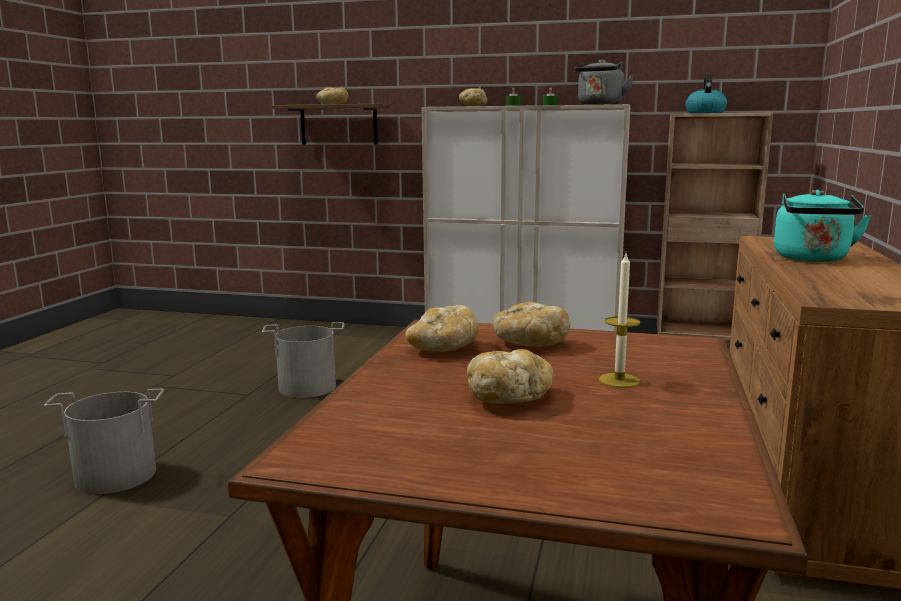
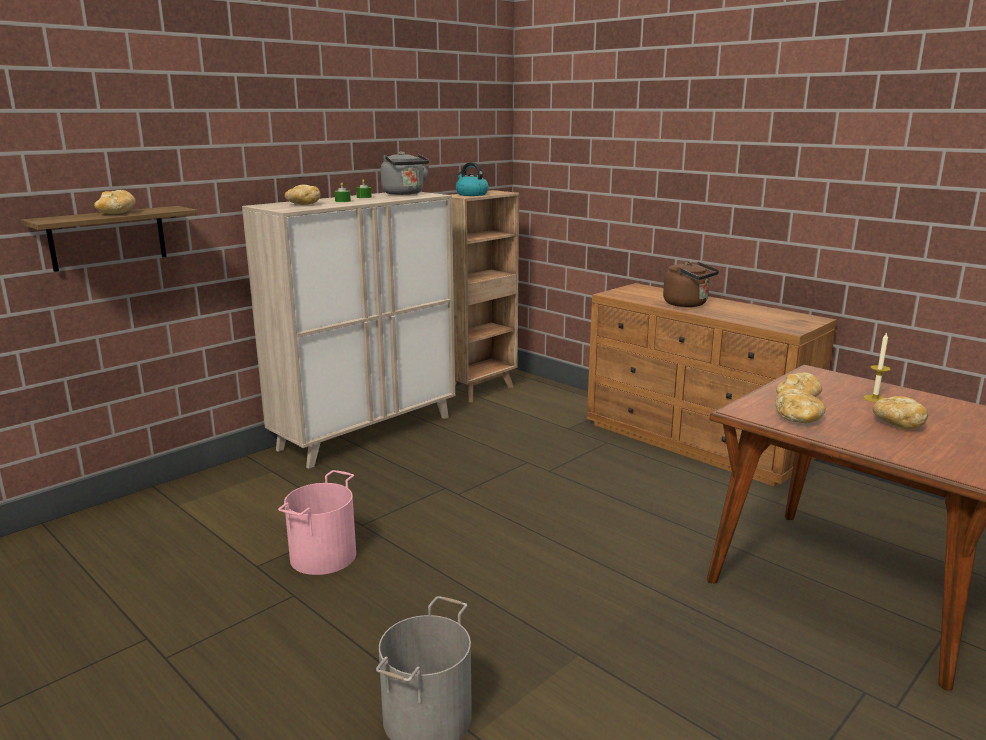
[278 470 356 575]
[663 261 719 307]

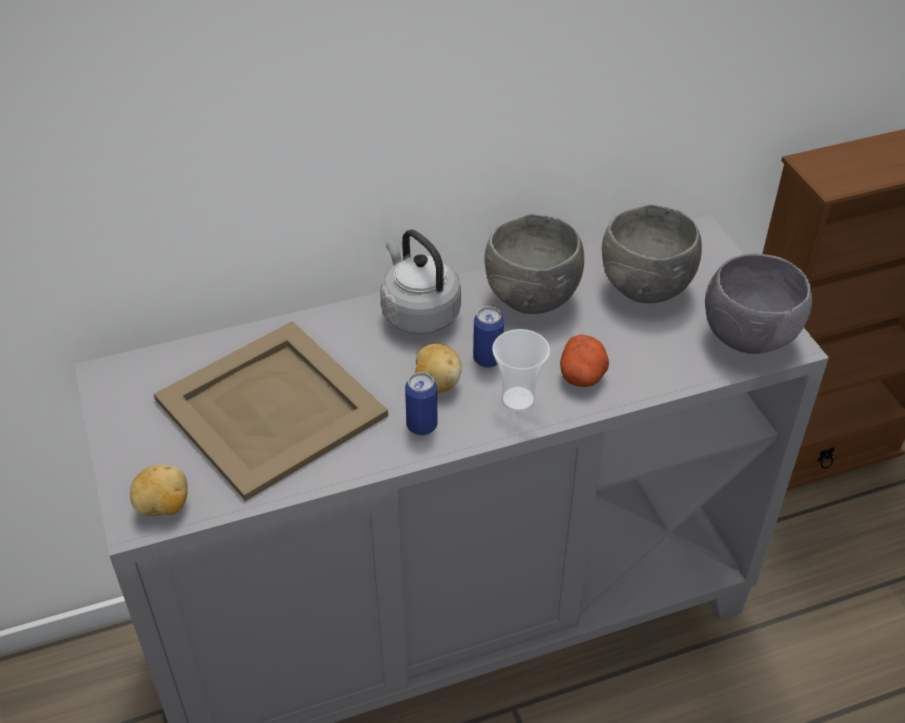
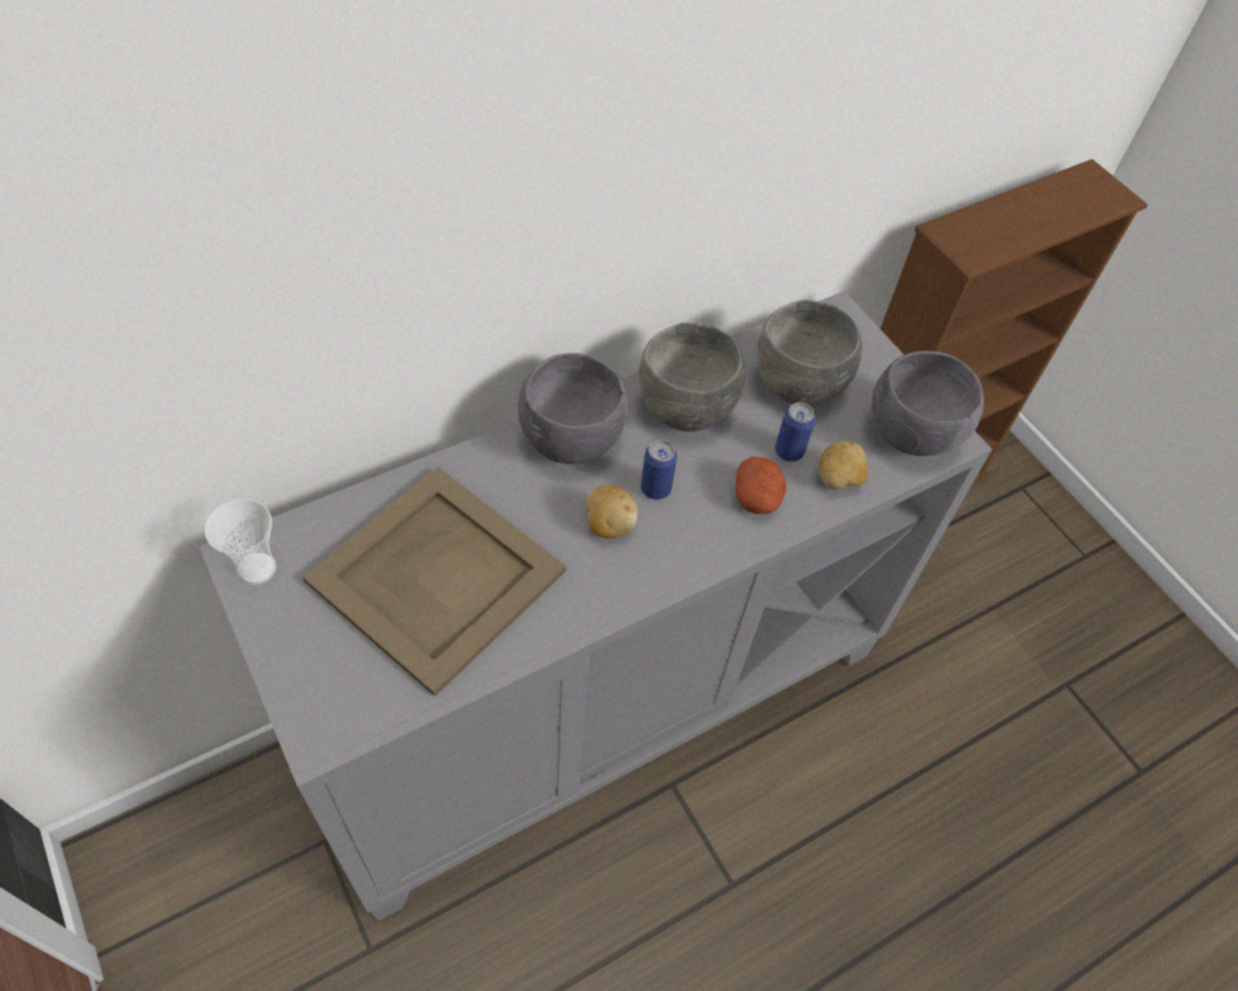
[204 499 277 585]
[518 353 628 464]
[775 402 816 462]
[819 441 868 489]

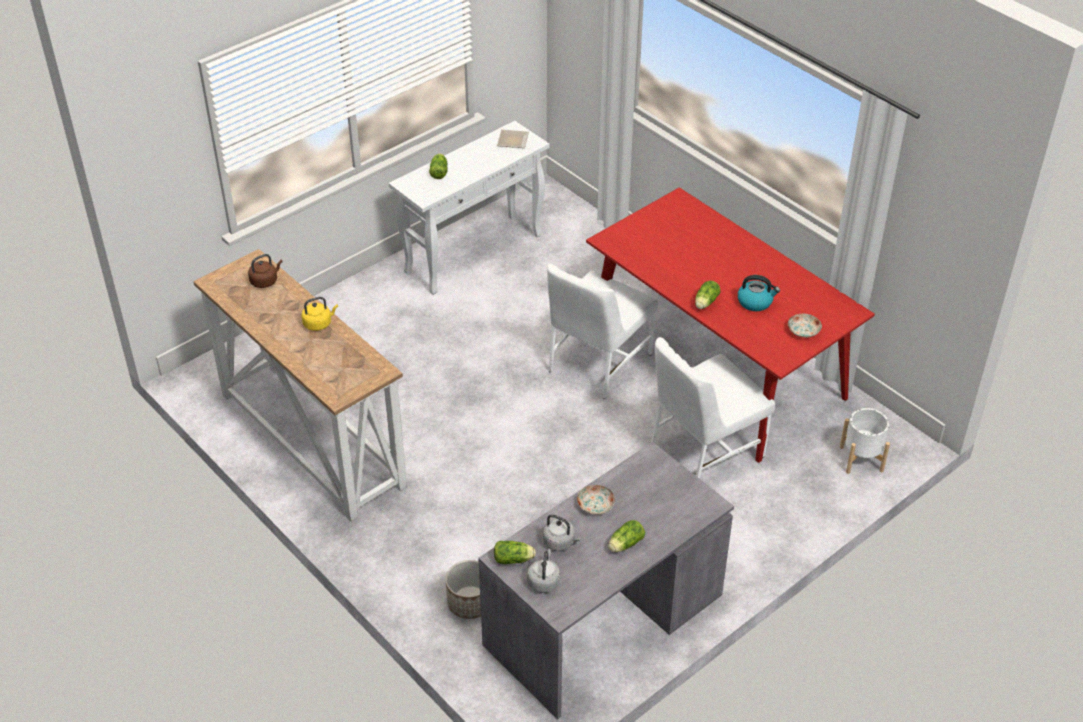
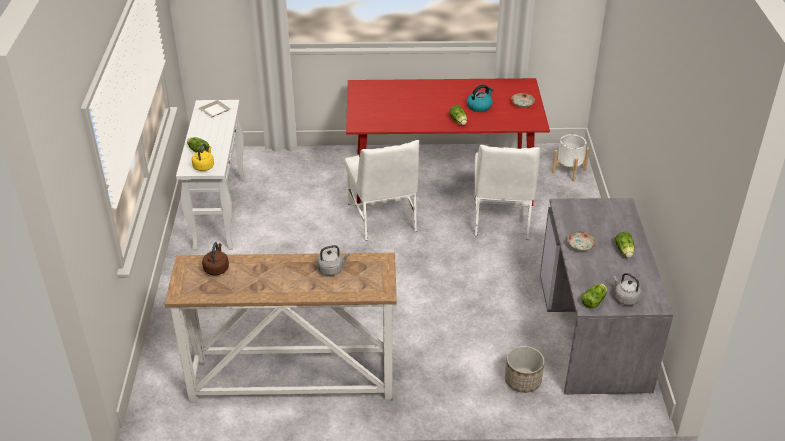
[192 143 214 171]
[317 245 350 276]

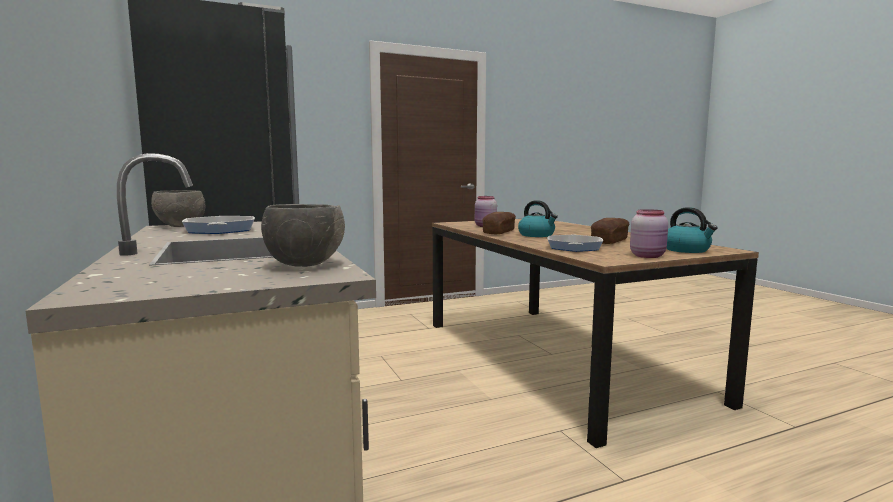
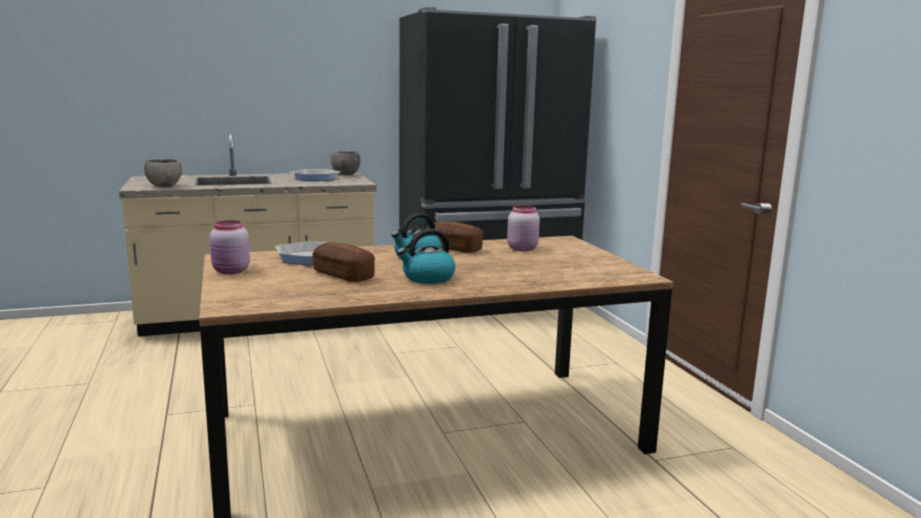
[397 229 456 284]

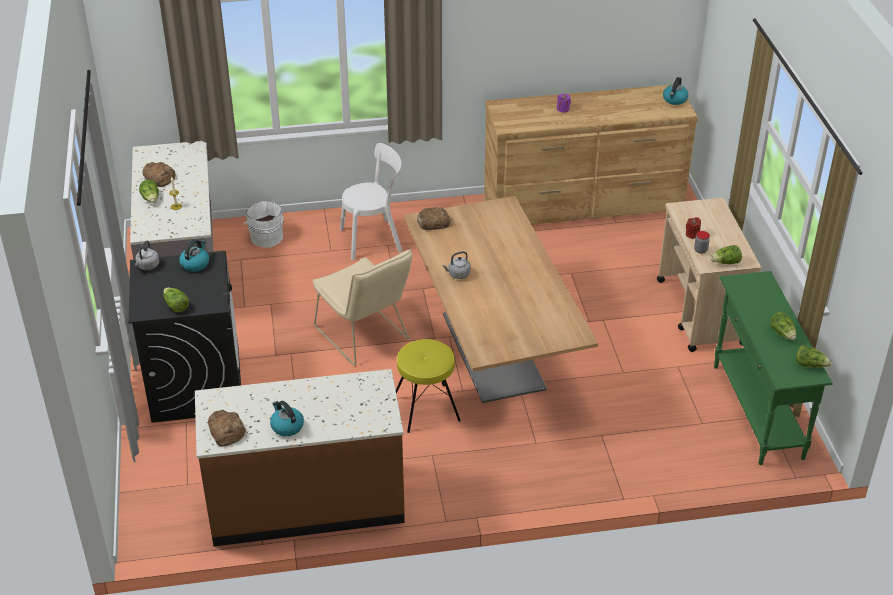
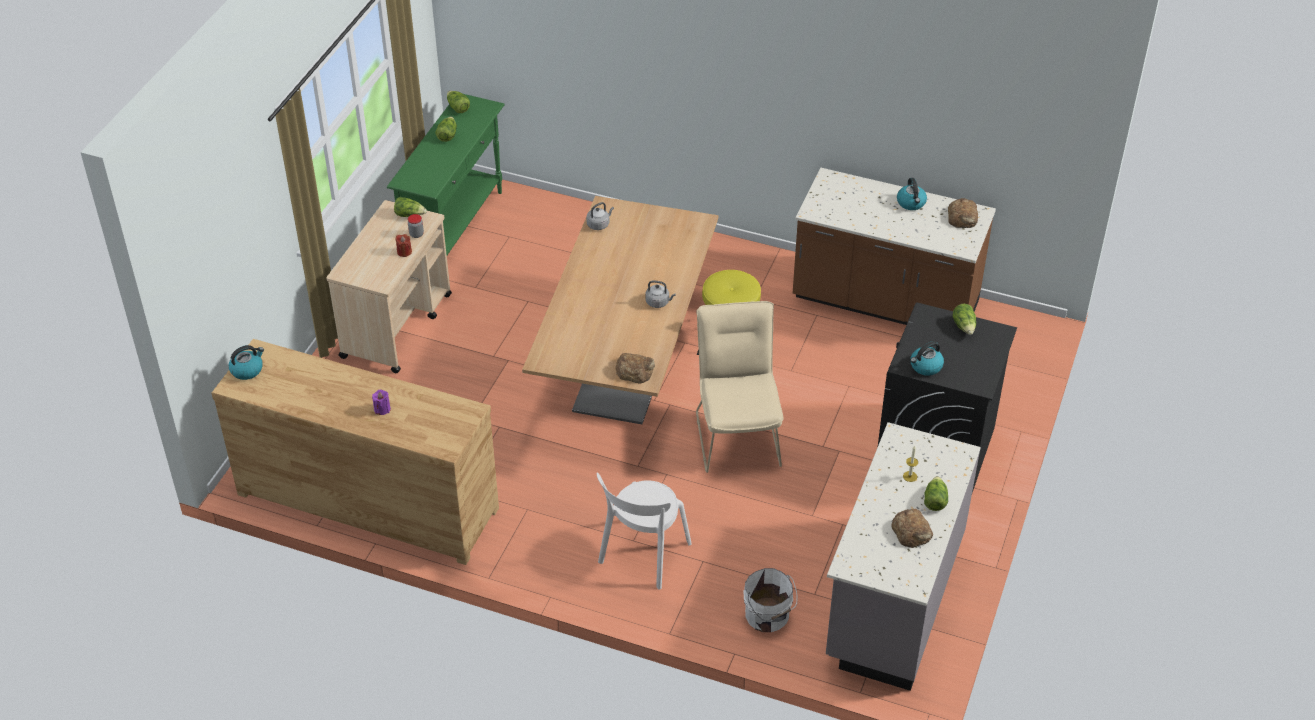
[586 202 614 230]
[597 472 692 590]

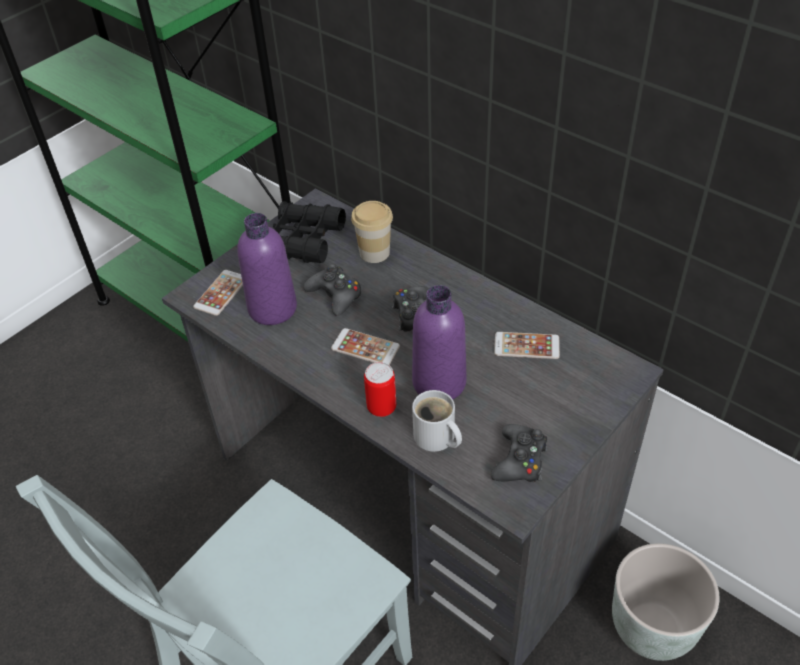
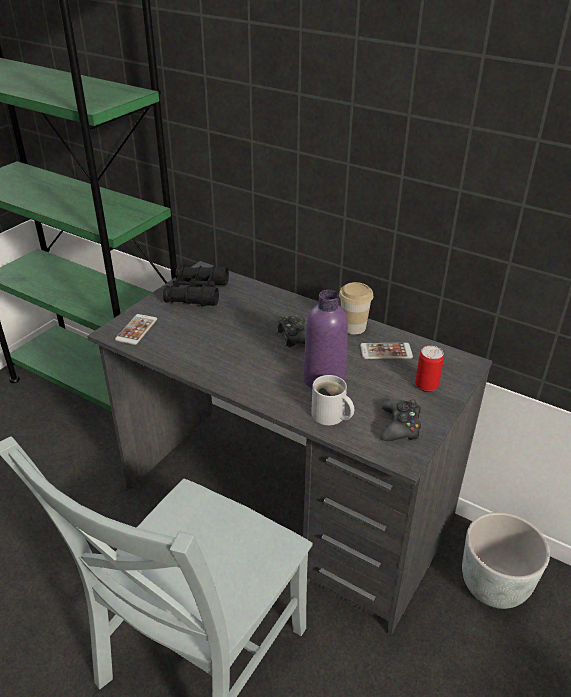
[339 282 373 334]
[415 346 444 392]
[237 213 297 325] (first image)
[304 263 362 316] (first image)
[331 328 400 365] (first image)

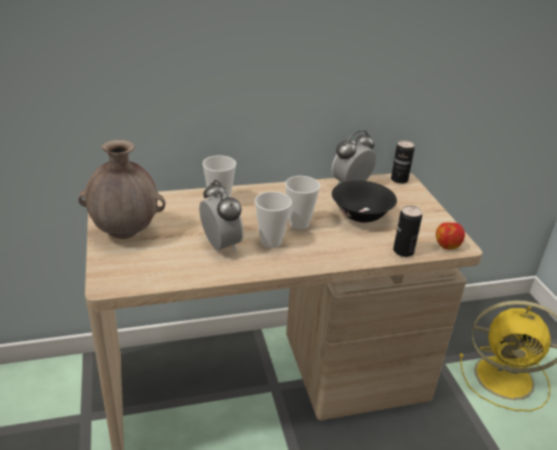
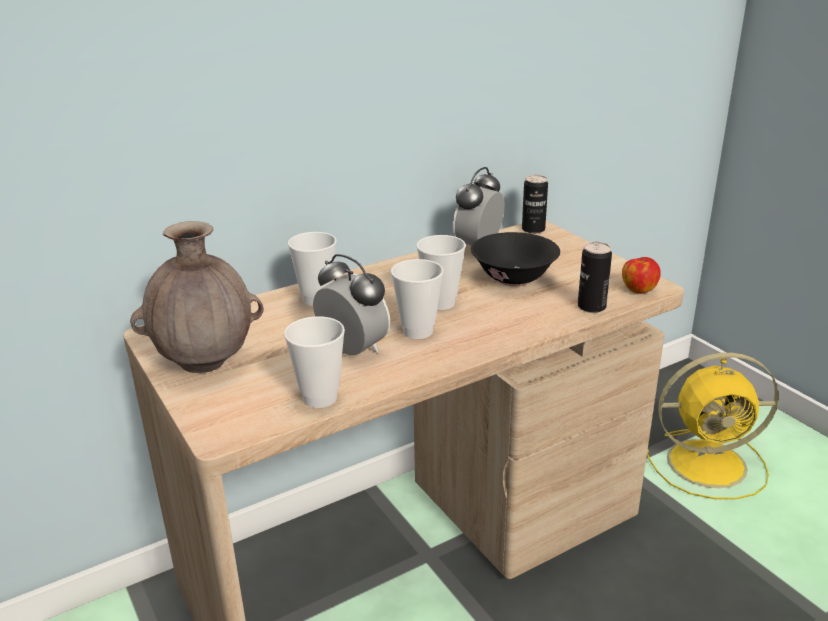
[284 316 345 408]

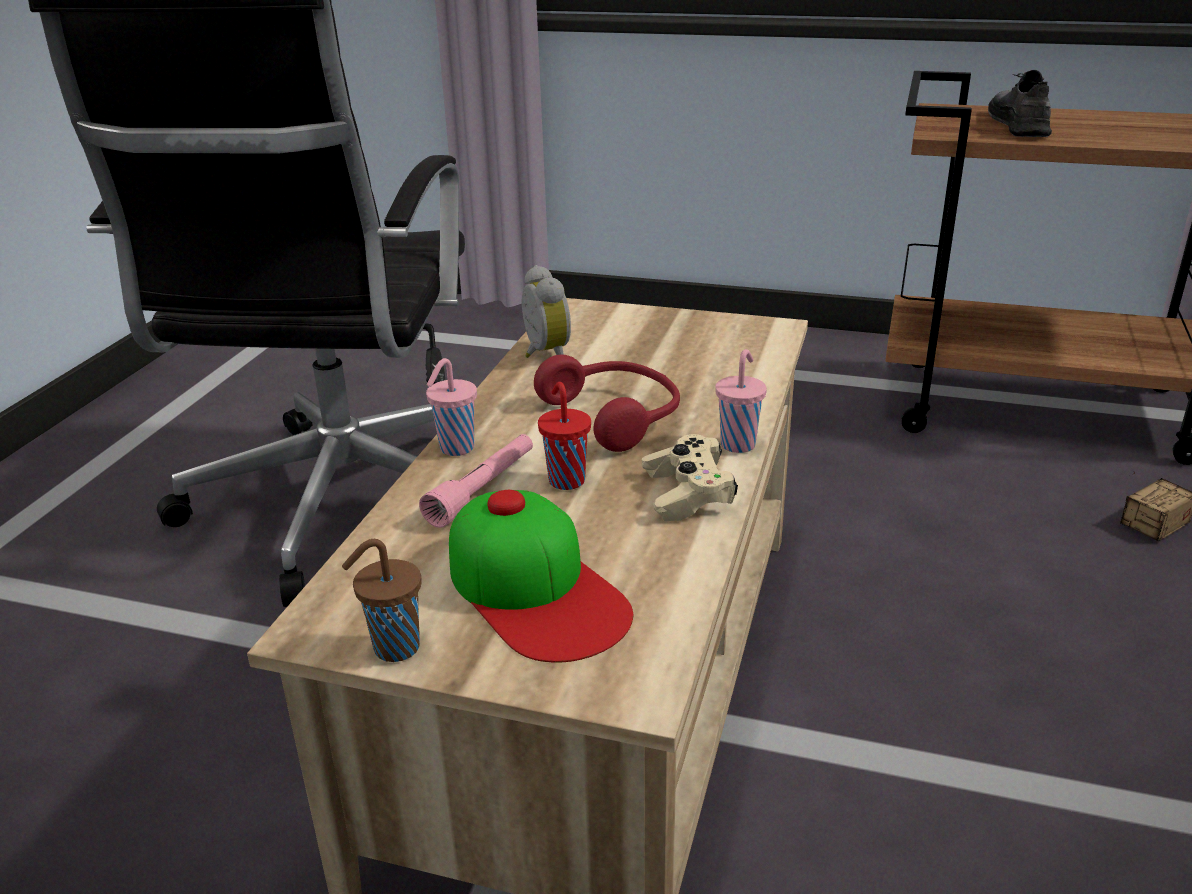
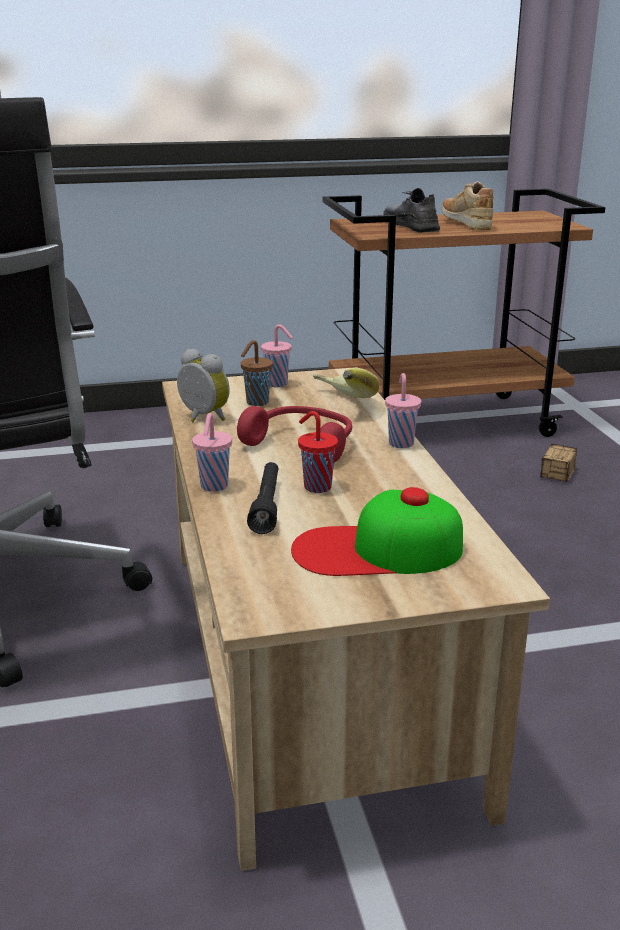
[241 340 273 406]
[247 462 278 534]
[261 324 293 387]
[291 487 463 576]
[313 368 380 398]
[442 181 494 230]
[642 434 738 521] (first image)

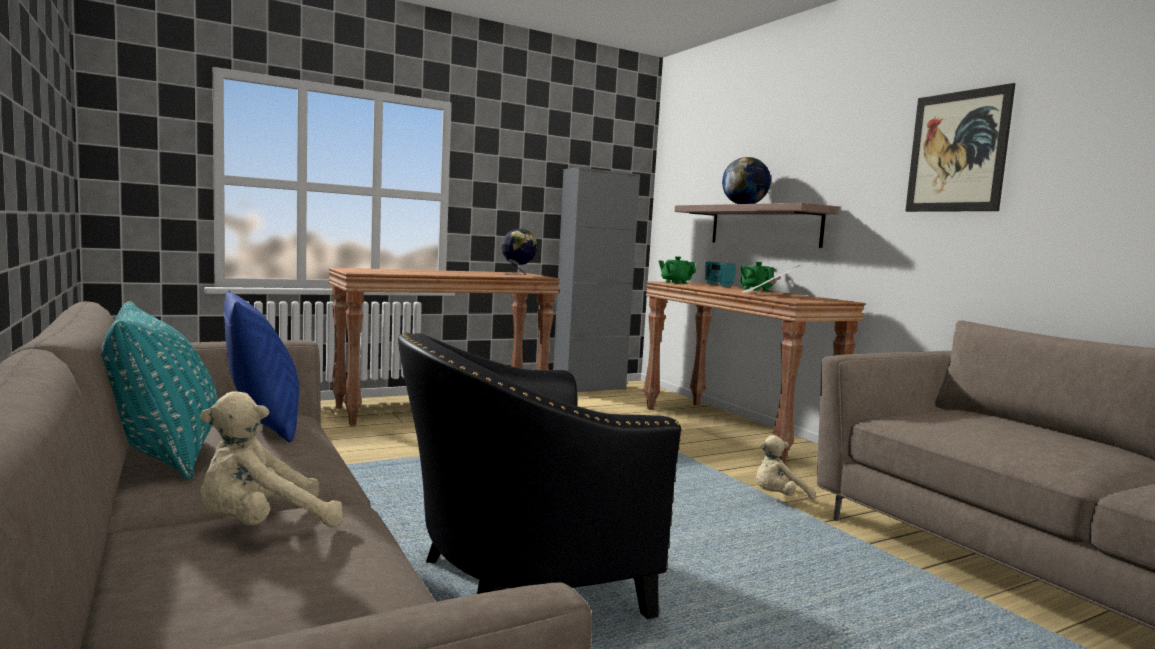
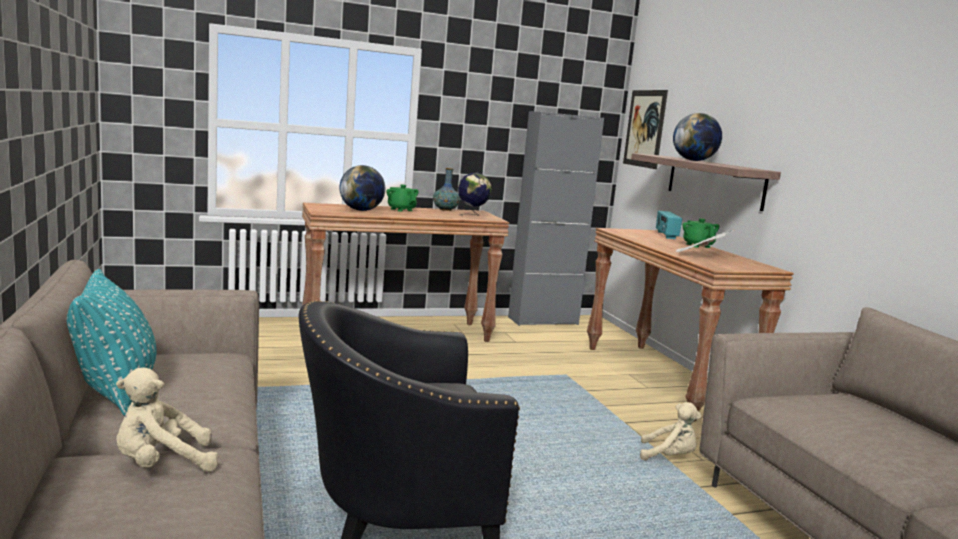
[339 165 385 211]
[386 185 419 212]
[433 168 460 211]
[623 90 668 169]
[640 402 702 460]
[223 290 299 442] (first image)

